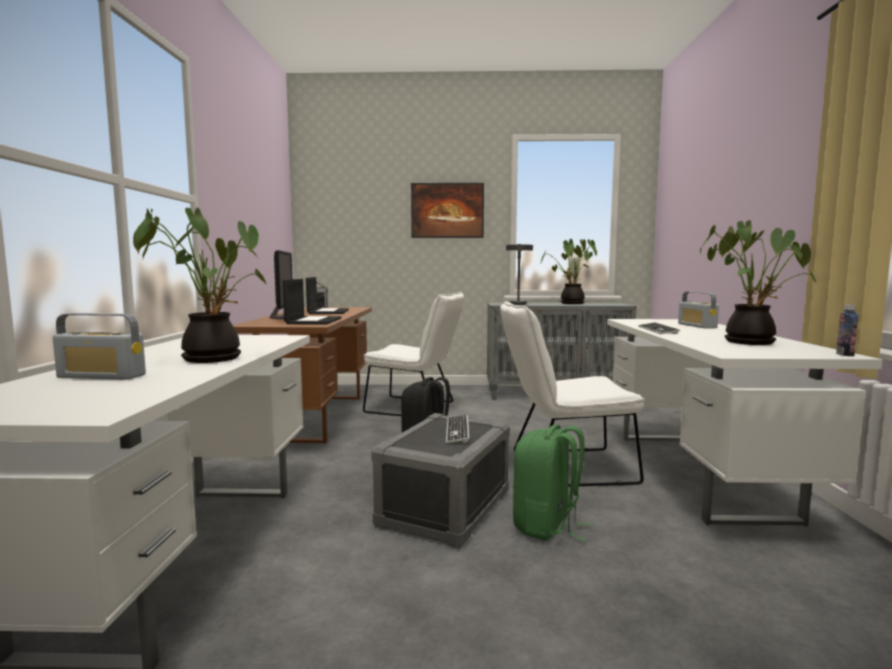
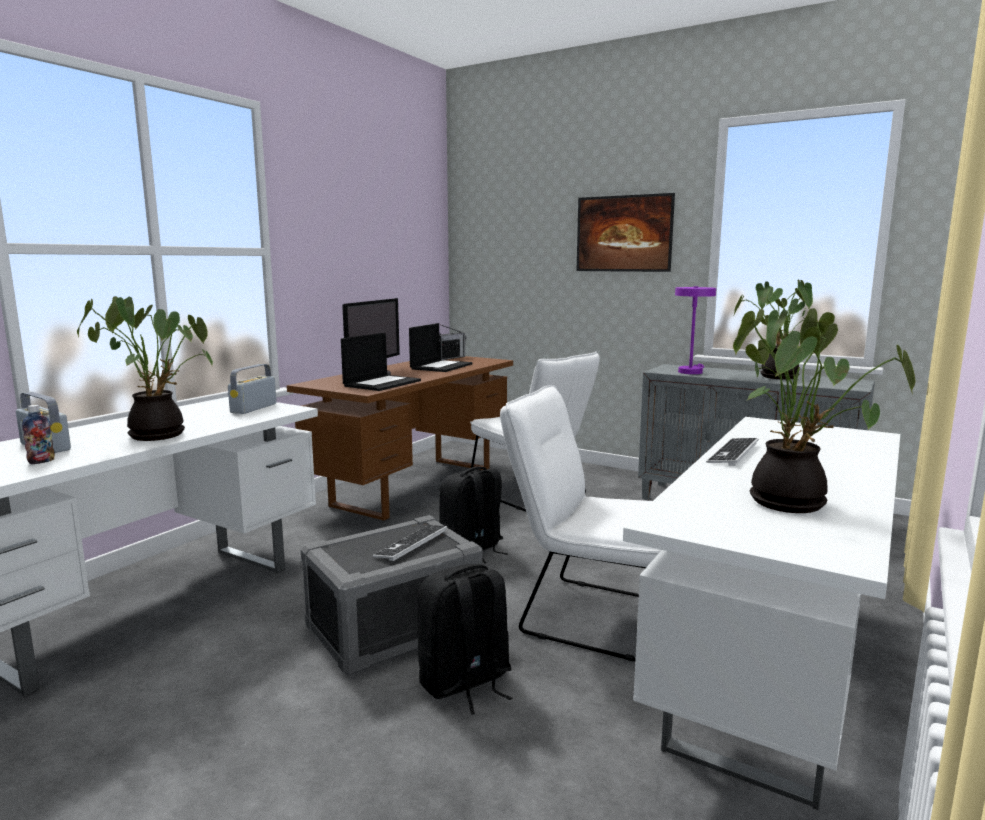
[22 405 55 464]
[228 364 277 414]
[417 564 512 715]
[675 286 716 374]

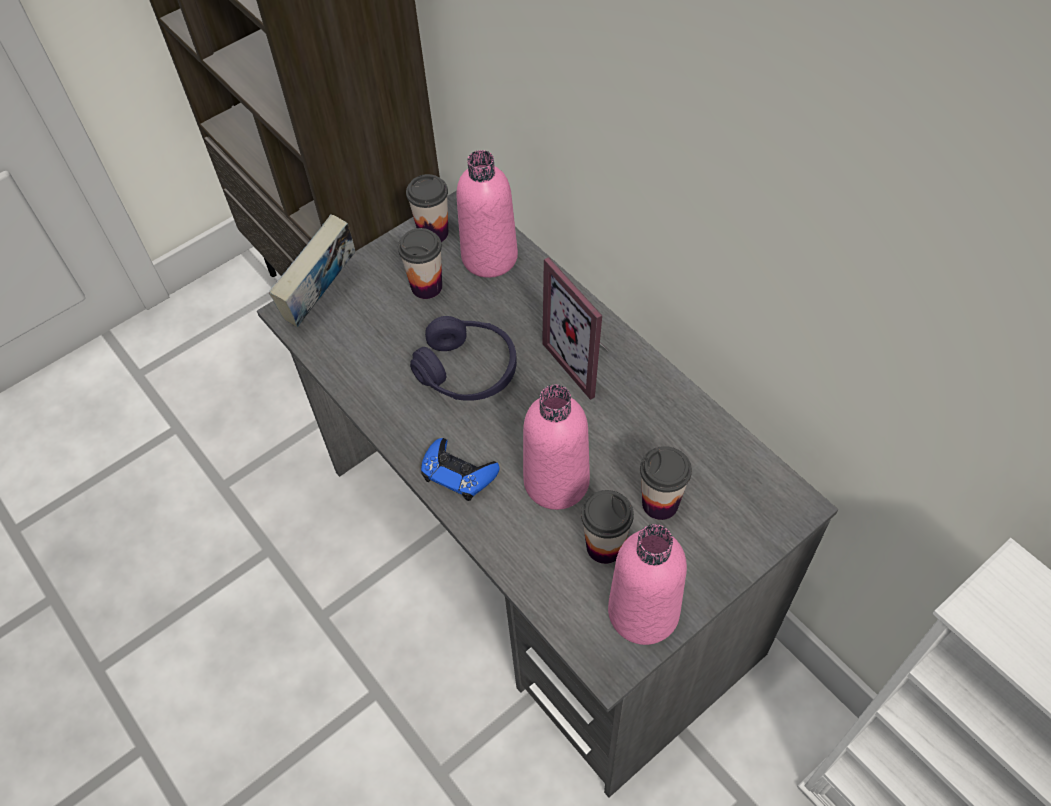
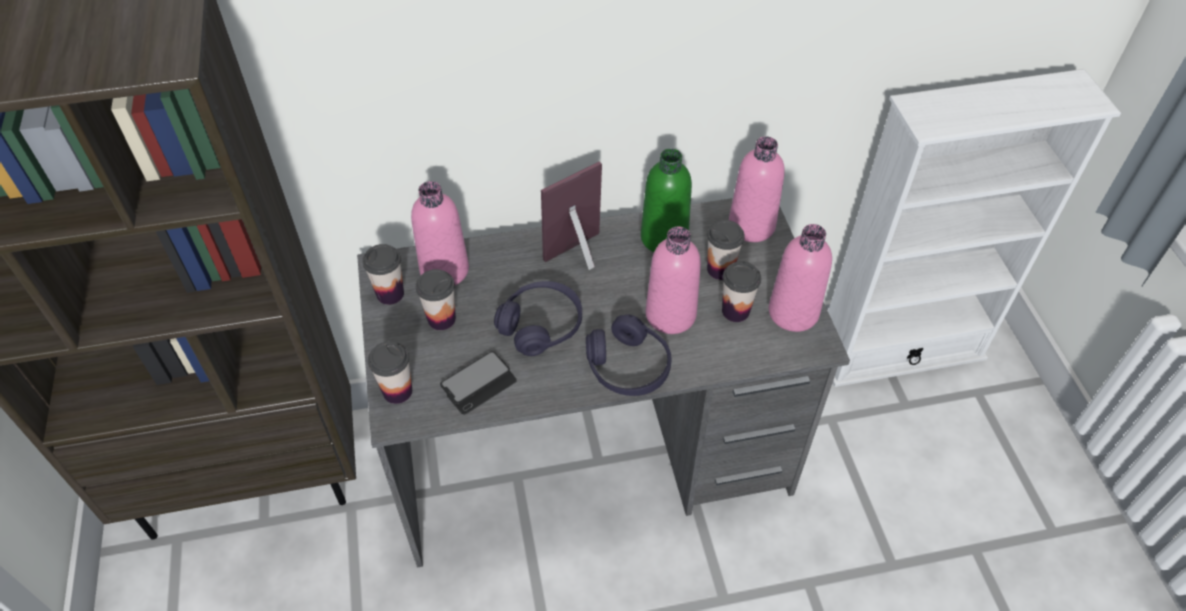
[368 341 412 404]
[440 351 516 415]
[541 161 602 270]
[586 315 672 396]
[641 148 692 252]
[729 136 785 242]

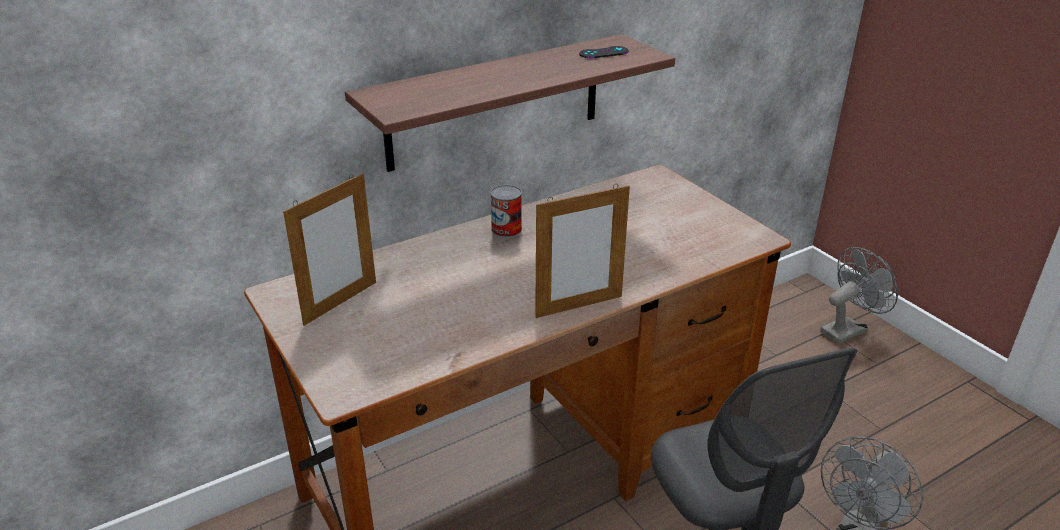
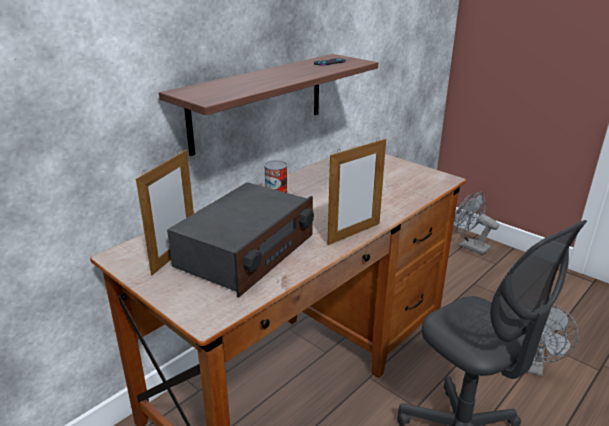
[167 182 314 297]
[454 192 499 255]

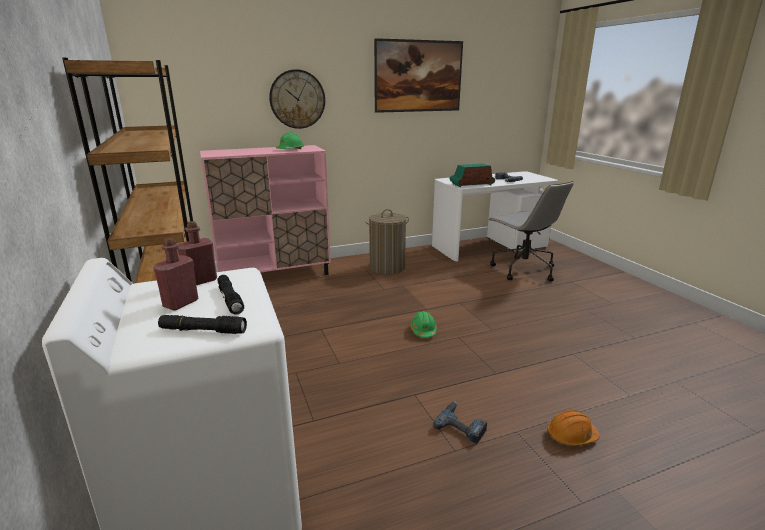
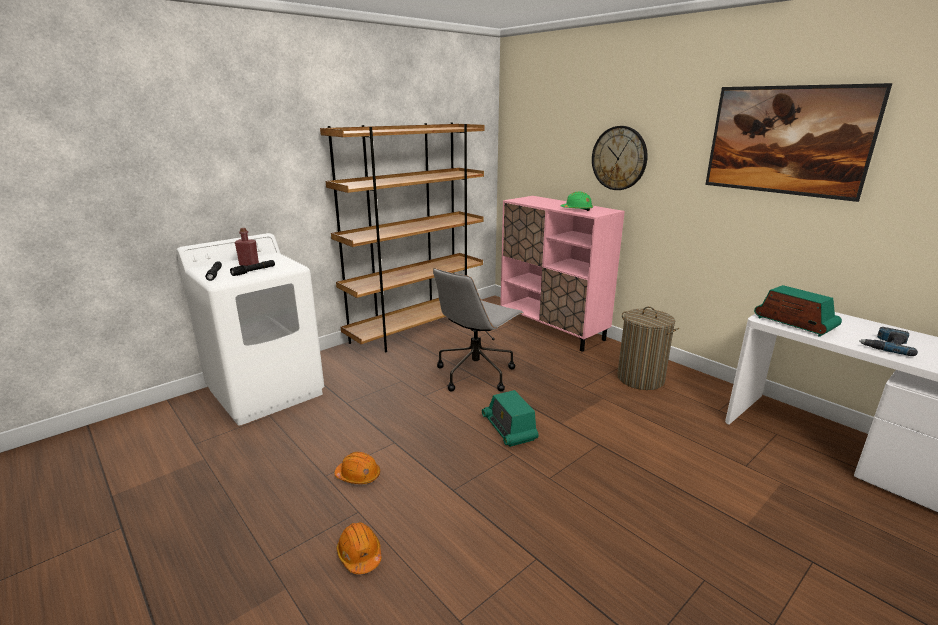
[334 452 380 484]
[433 268 524 392]
[482 390 539 447]
[178 221 217 285] (first image)

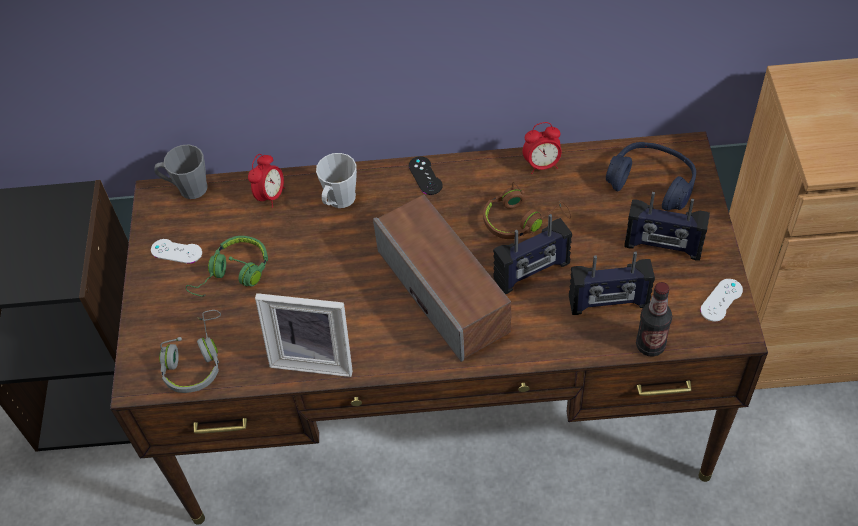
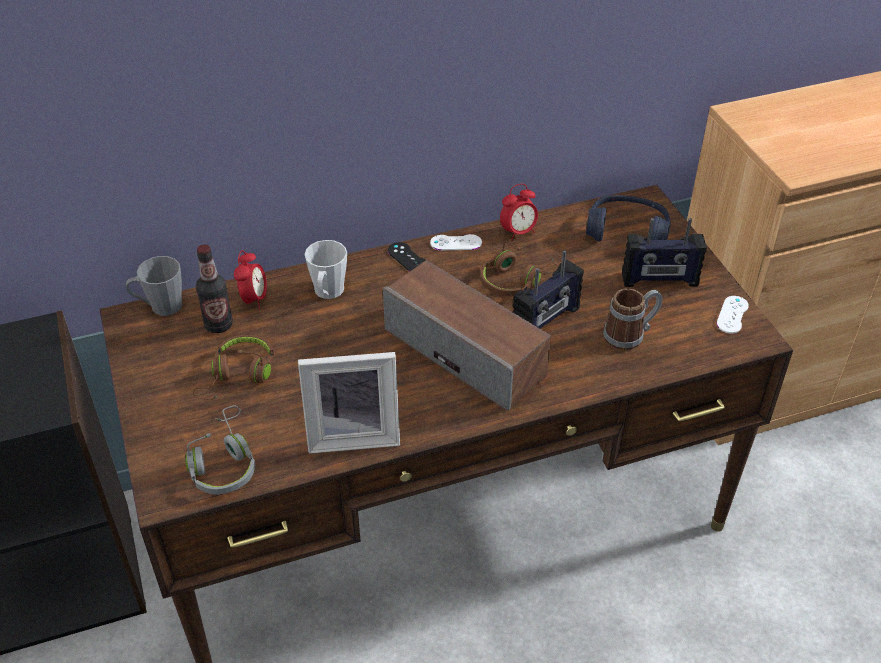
[193 335 274 400]
[196 244 233 333]
[430 234 482 250]
[603 288 662 351]

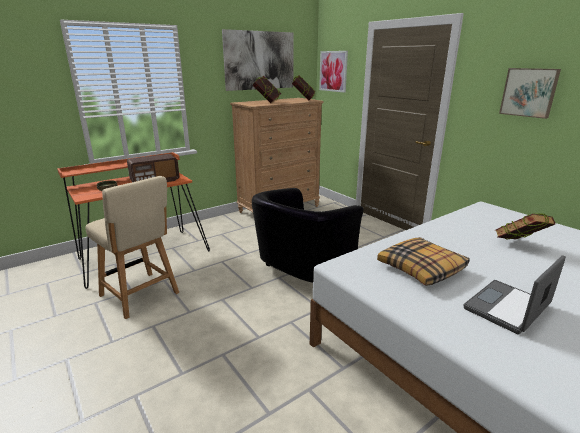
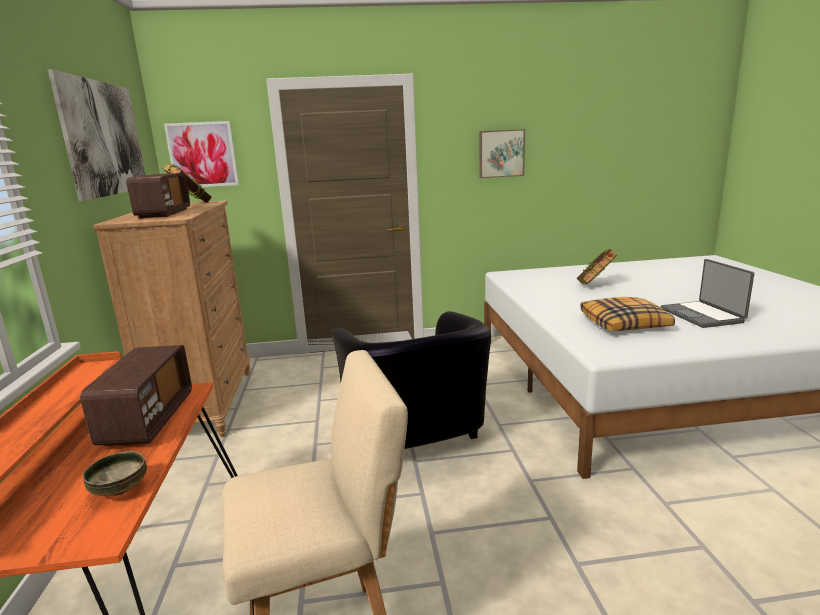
[126 173 190 218]

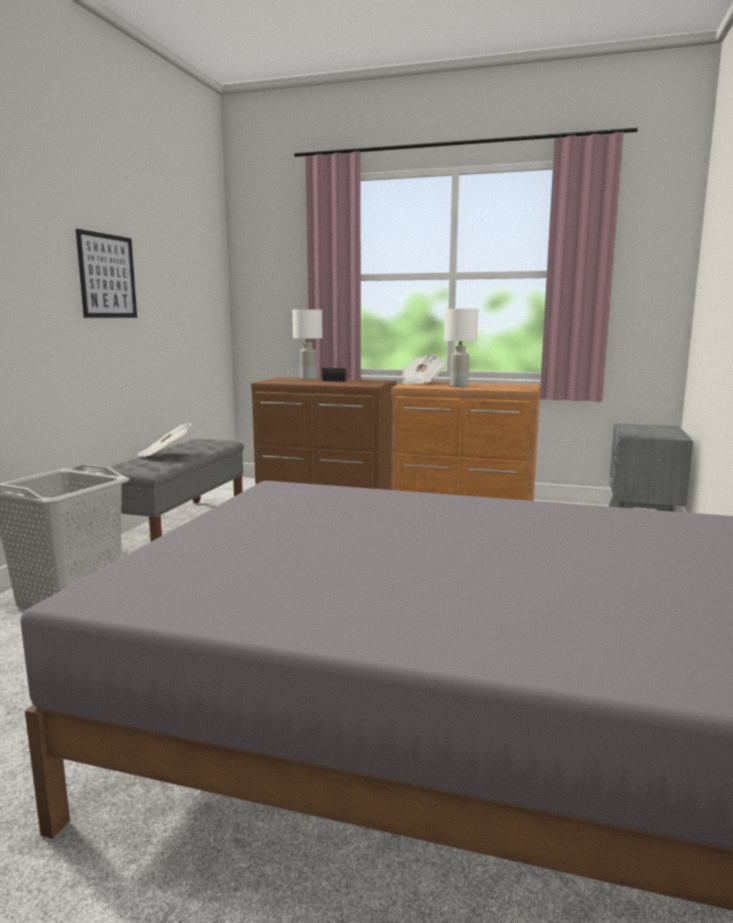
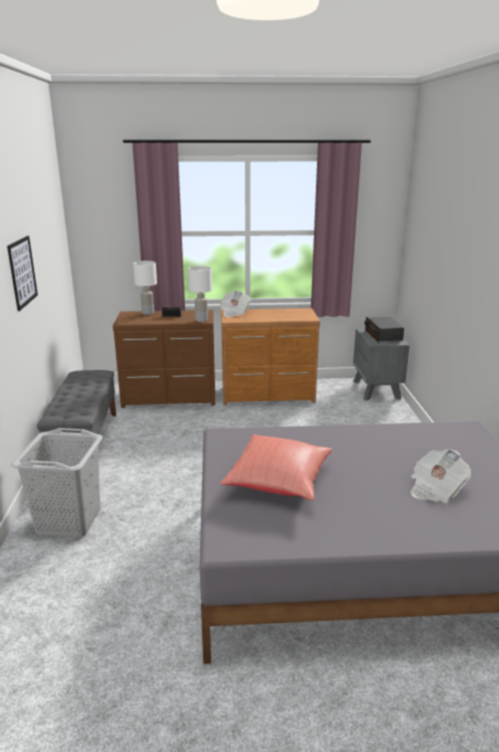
[188 266 212 322]
[220 434 332 501]
[365 317 404 342]
[411 449 471 503]

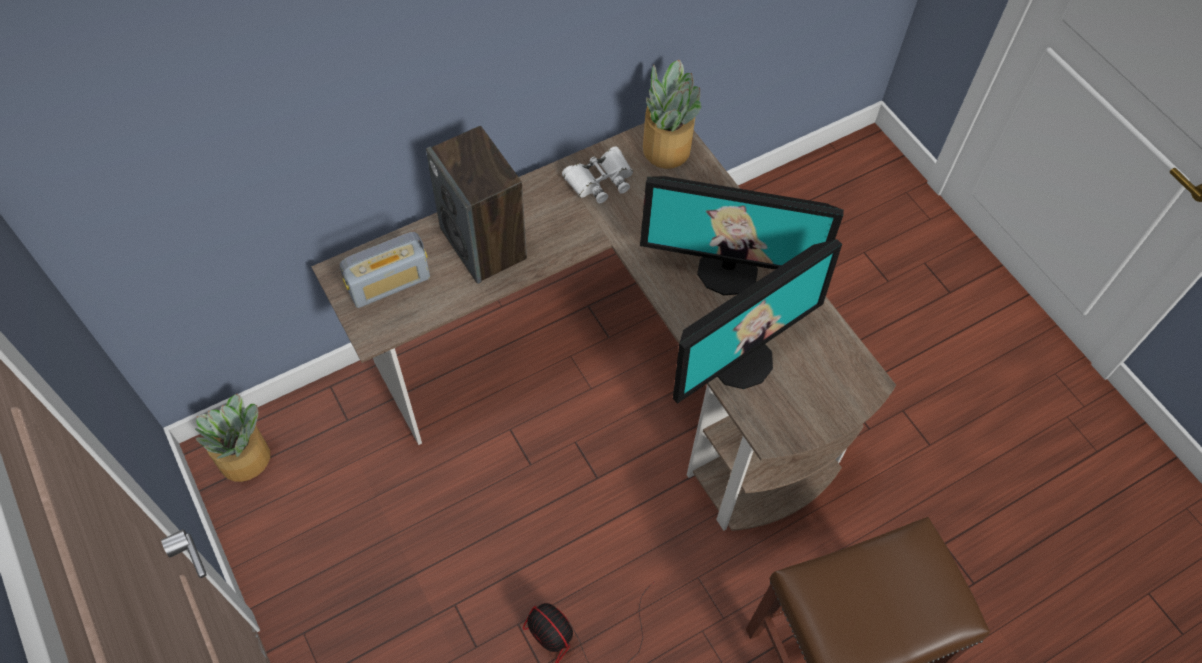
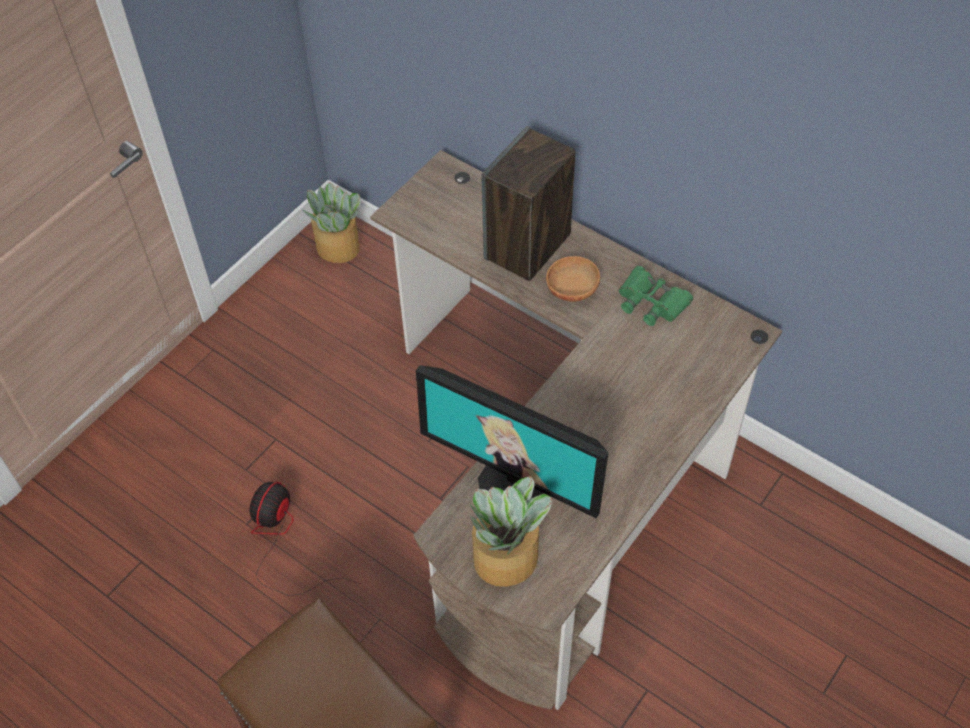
[470 476 552 587]
[546 256 600 302]
[619 266 693 326]
[340 232 430 308] (first image)
[640 176 844 295] (first image)

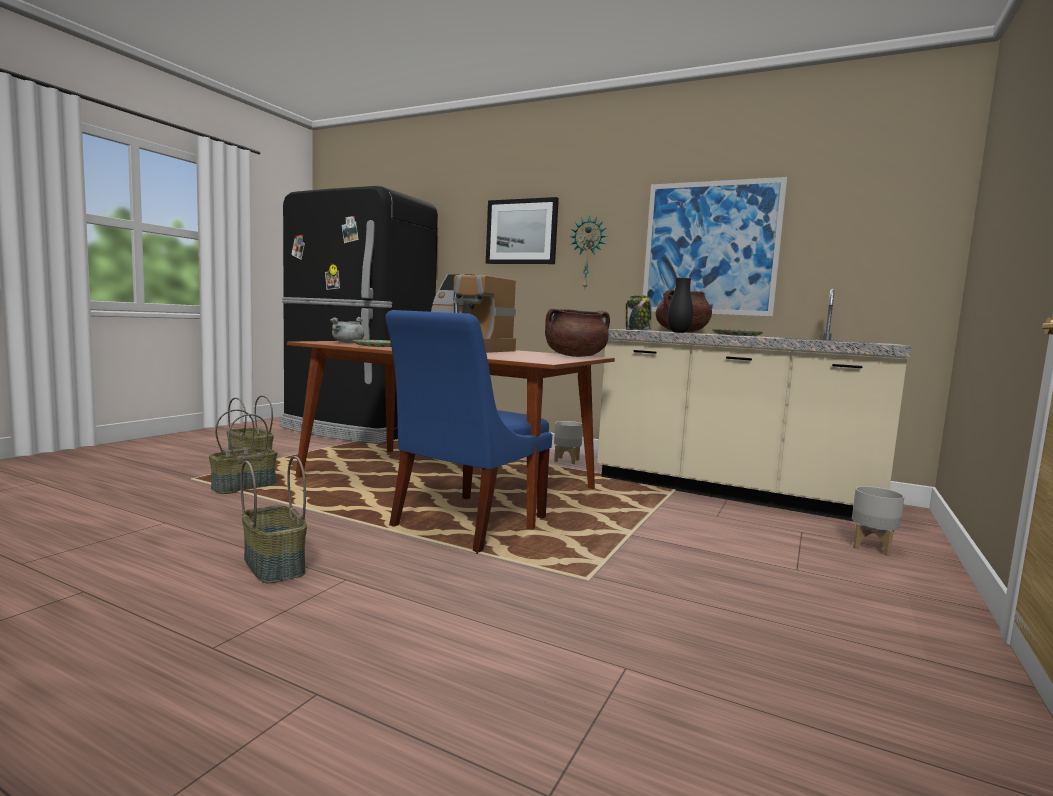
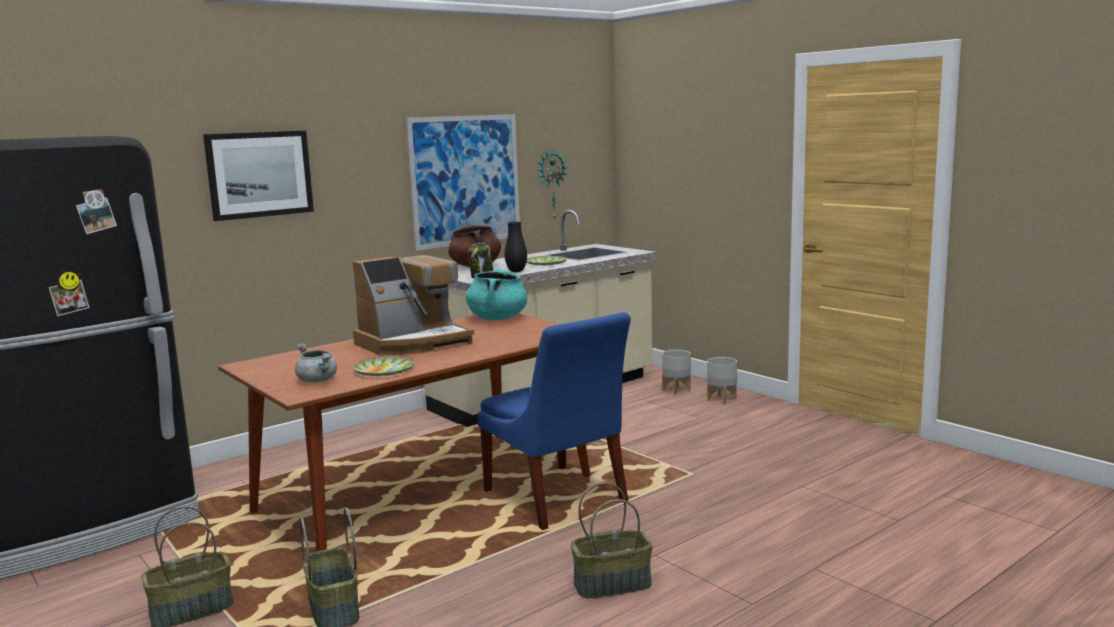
[466 269 527 320]
[537 149 568 221]
[707 357 737 404]

